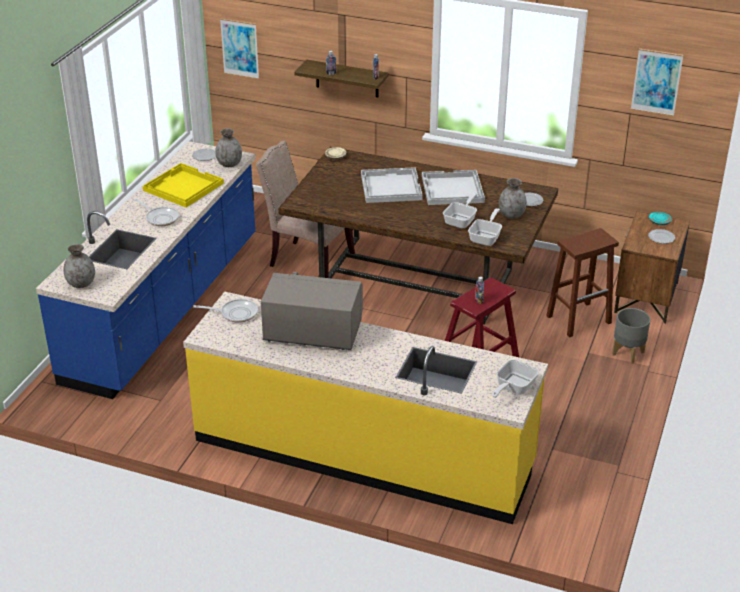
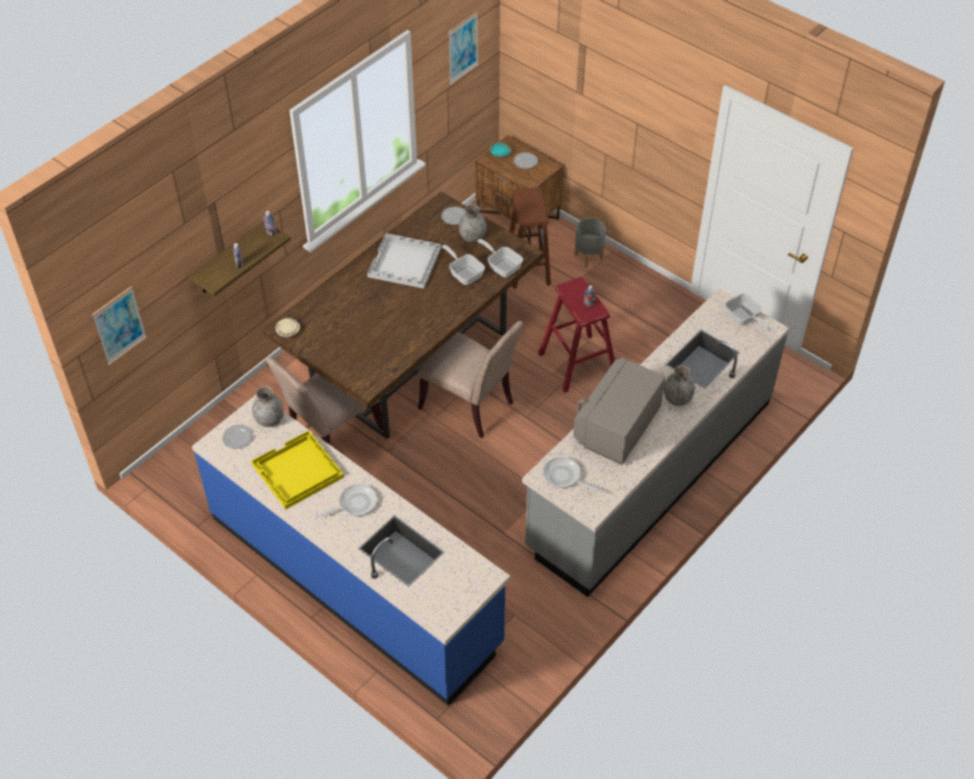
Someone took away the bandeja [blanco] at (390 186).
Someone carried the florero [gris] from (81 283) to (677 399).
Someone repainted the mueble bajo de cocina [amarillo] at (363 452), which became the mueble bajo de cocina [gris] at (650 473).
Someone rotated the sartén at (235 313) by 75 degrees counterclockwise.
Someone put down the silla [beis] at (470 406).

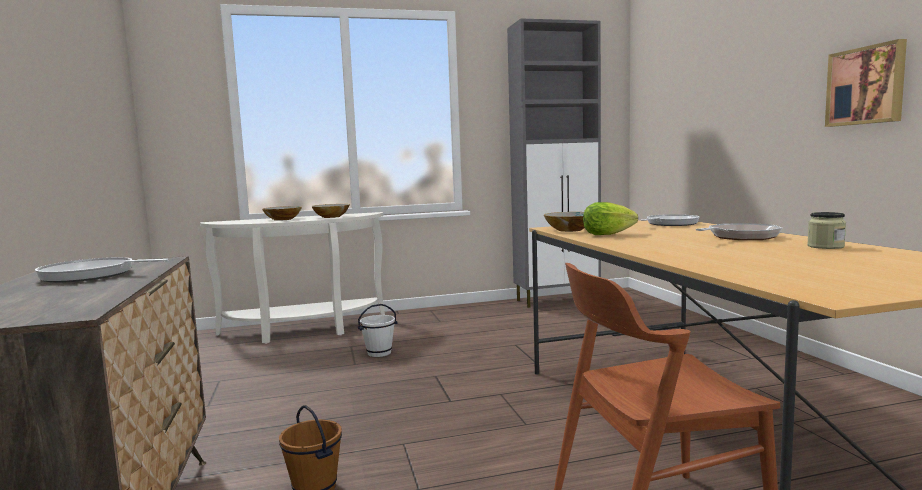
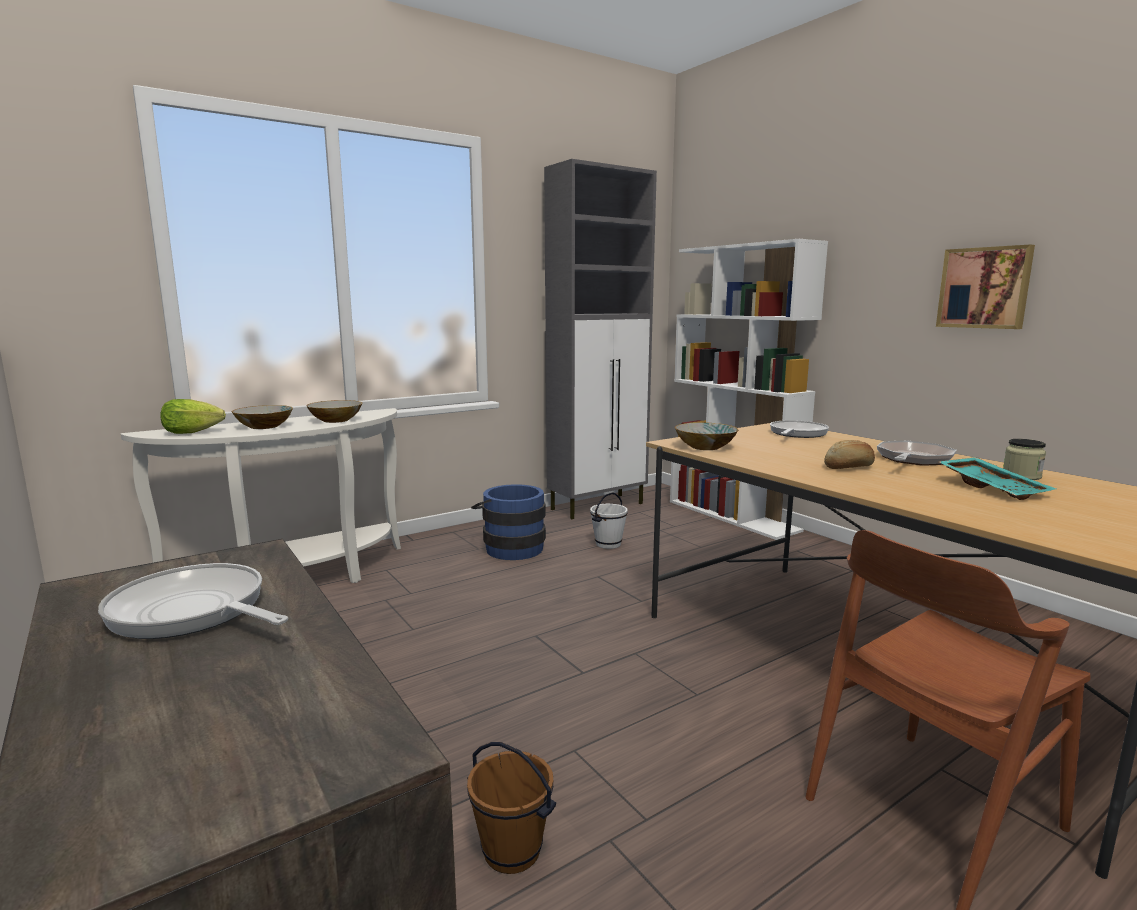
Someone carried the lechuga from (607 234) to (191 432).
Someone rotated the sartén at (92 275) by 45 degrees clockwise.
Someone carried the cubo [blanco] from (379 353) to (608 544).
Someone put down the estantería [blanco] at (733 516).
Someone put down the pan at (849 467).
Someone put down the bandeja [turquesa] at (993 488).
Someone put down the cubo [azul] at (511 547).

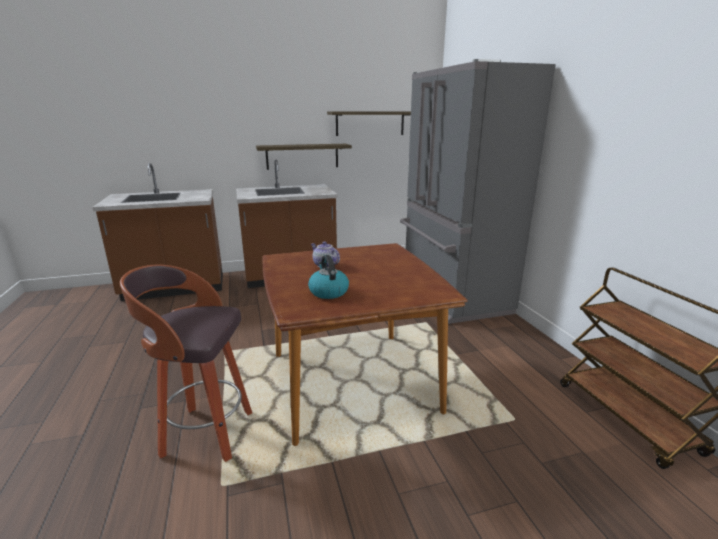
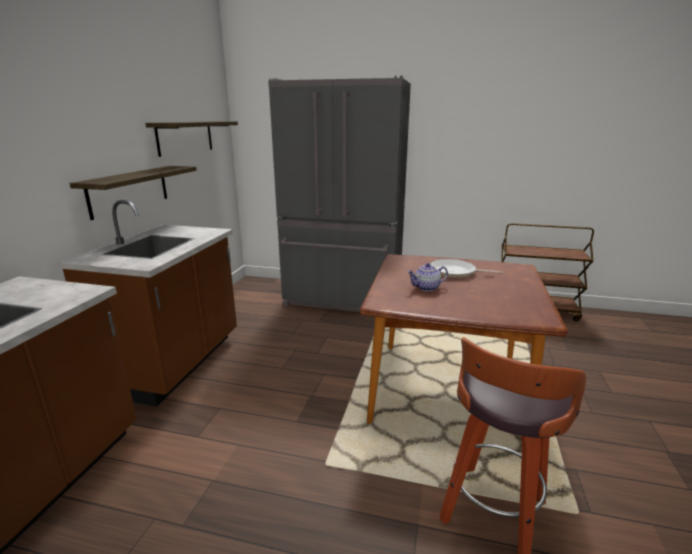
Someone took away the hervidor at (328 292).
Someone put down the sartén at (455 272).

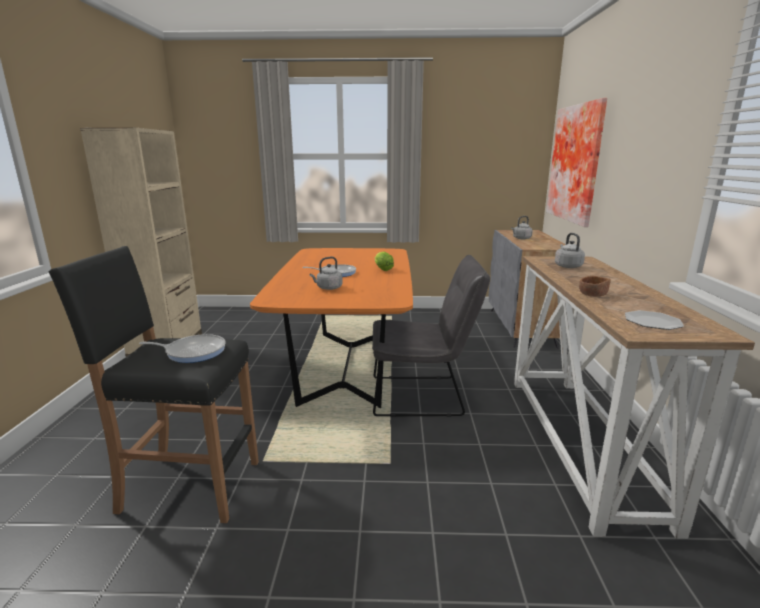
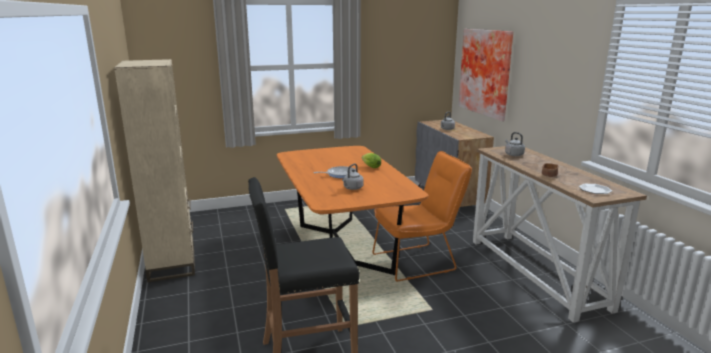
Someone repainted the silla [gris] at (423 396), which became the silla [naranja] at (418 261).
Someone took away the sartén at (193 352).

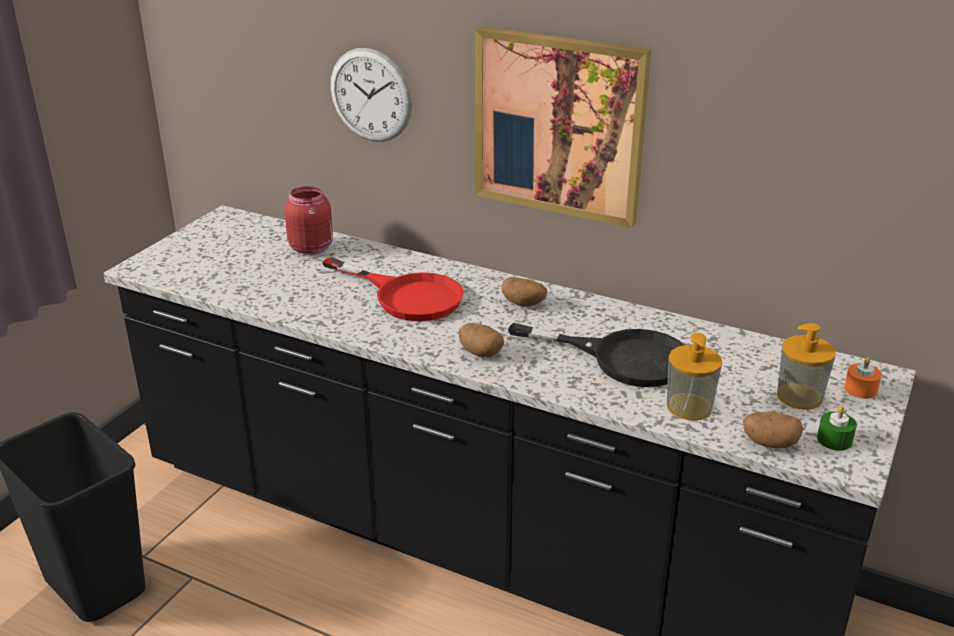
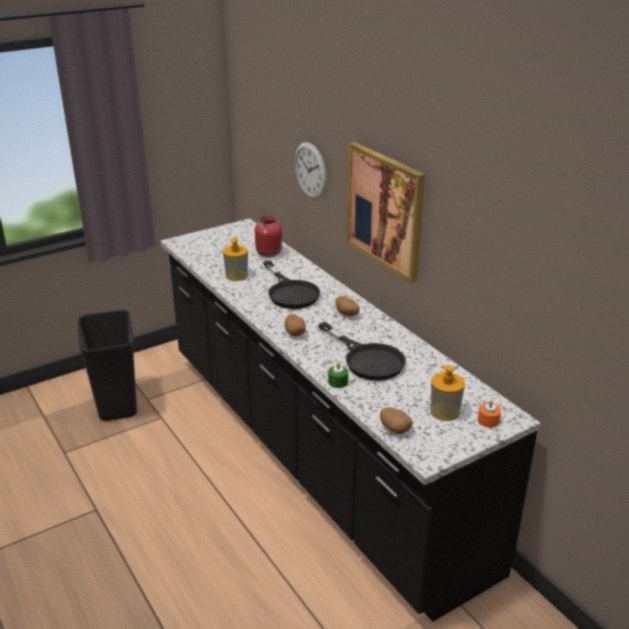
Someone repainted the sartén [rojo] at (407 296), which became the sartén [negro] at (290 292).
Someone carried the dispensador de jabón from (689 407) to (236 275).
Someone carried the vela [verde] from (834 440) to (338 382).

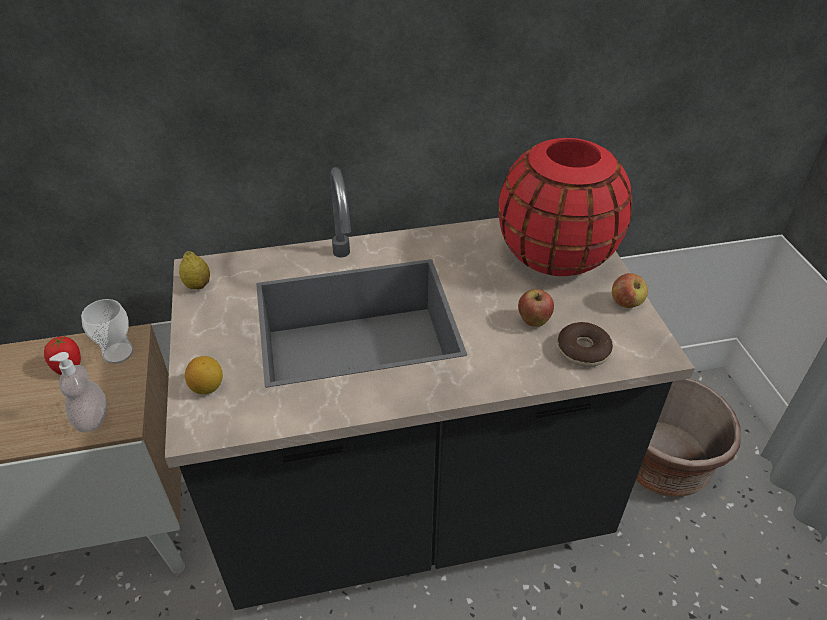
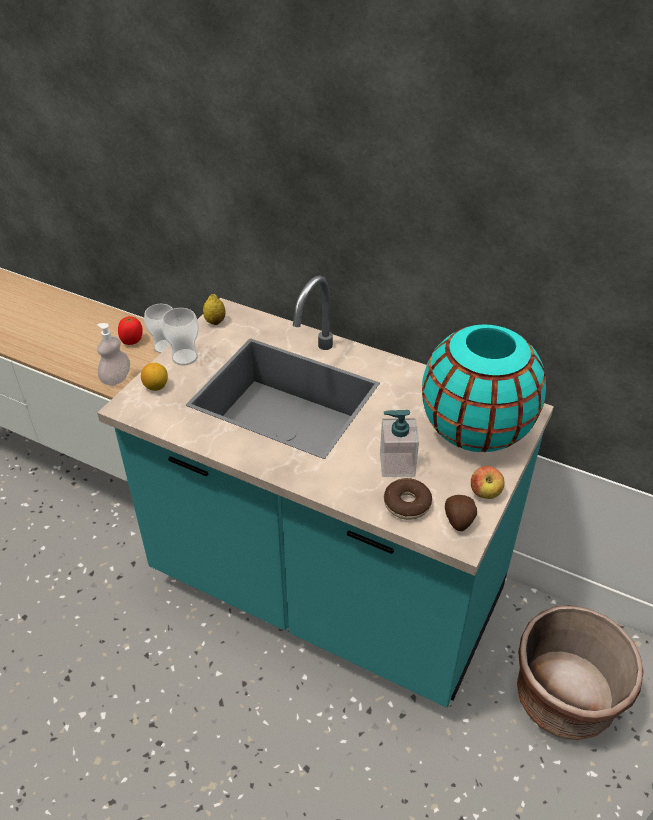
Someone repainted the florero [rojo] at (555 255), which became the florero [turquesa] at (475 429).
Someone repainted the mueble bajo de cocina [negro] at (413 508), which became the mueble bajo de cocina [turquesa] at (326 589).
Someone swapped the manzana at (533 322) for the dispensador de jabón at (397 465).
Someone put down the taza at (185 357).
Someone put down the patata at (458 521).

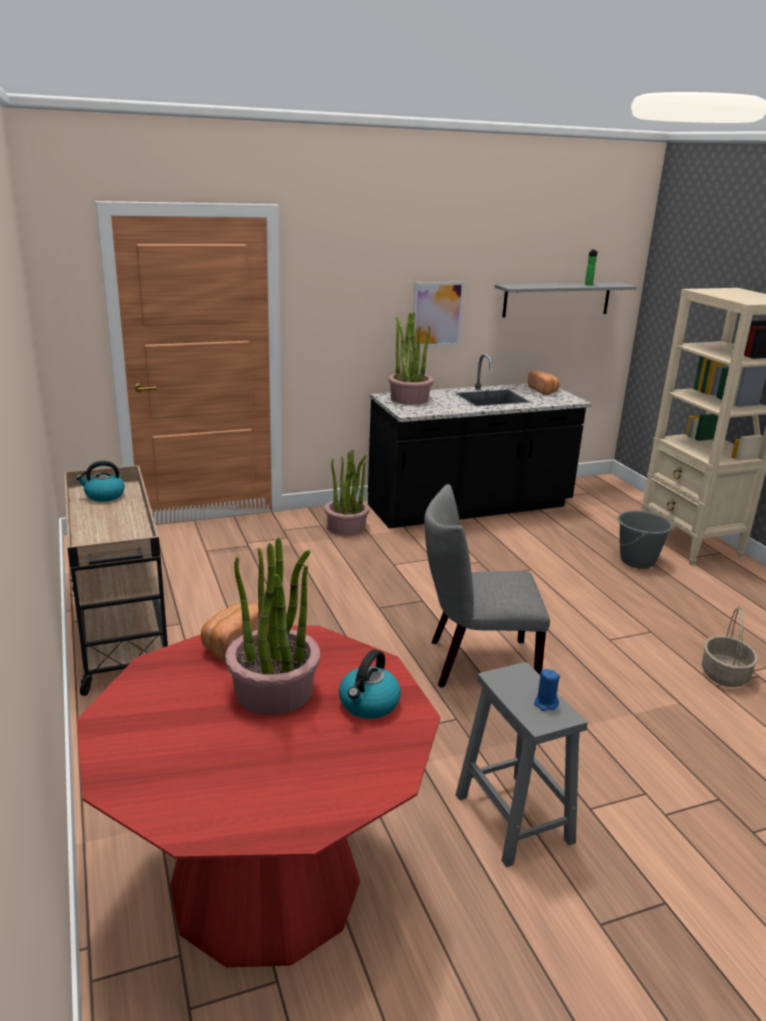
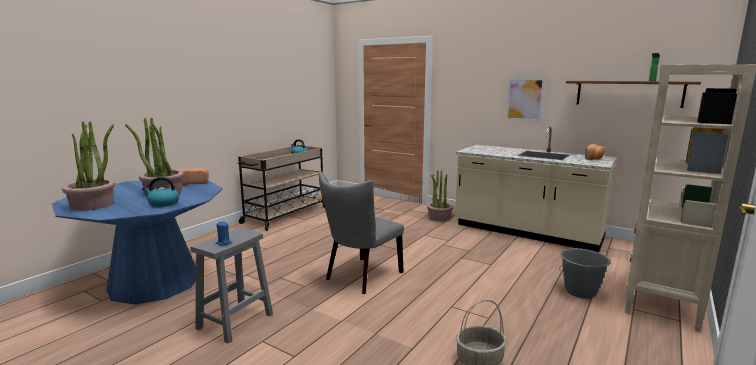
Someone repainted the estante [gris] at (557 299), which became the estante [marrón] at (628 93).
Someone carried the planta en maceta from (409 399) to (93 204).
Someone repainted the mueble bajo de cocina [negro] at (470 508), which became the mueble bajo de cocina [beis] at (526 232).
Someone rotated the silla [gris] at (475 664) by 105 degrees counterclockwise.
Someone repainted the mesa de comedor [rojo] at (265 883), which became the mesa de comedor [azul] at (154 282).

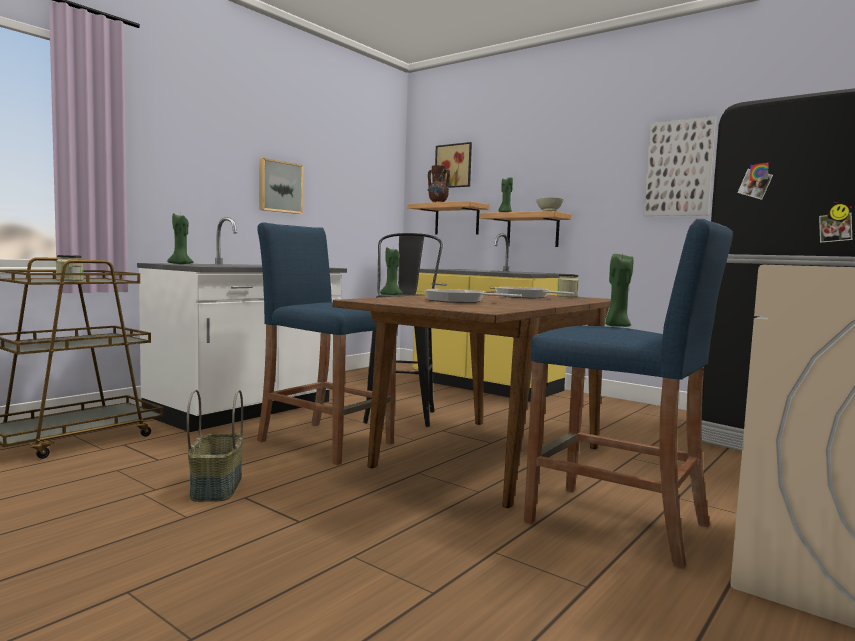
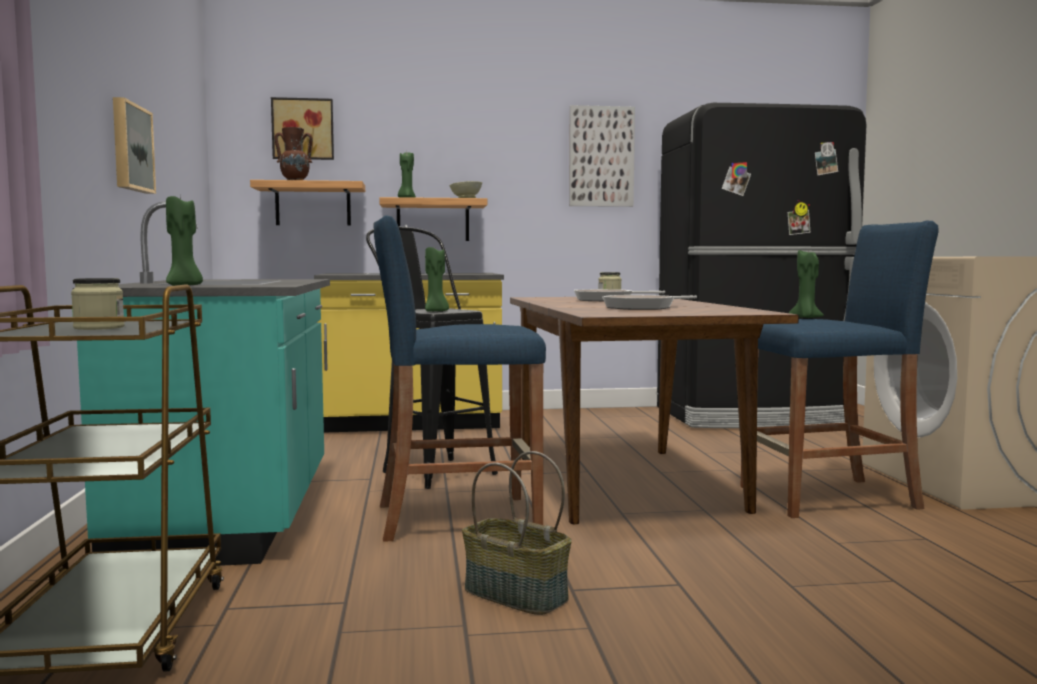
Someone repainted the mueble bajo de cocina [blanco] at (247 409), which became the mueble bajo de cocina [turquesa] at (233 517).

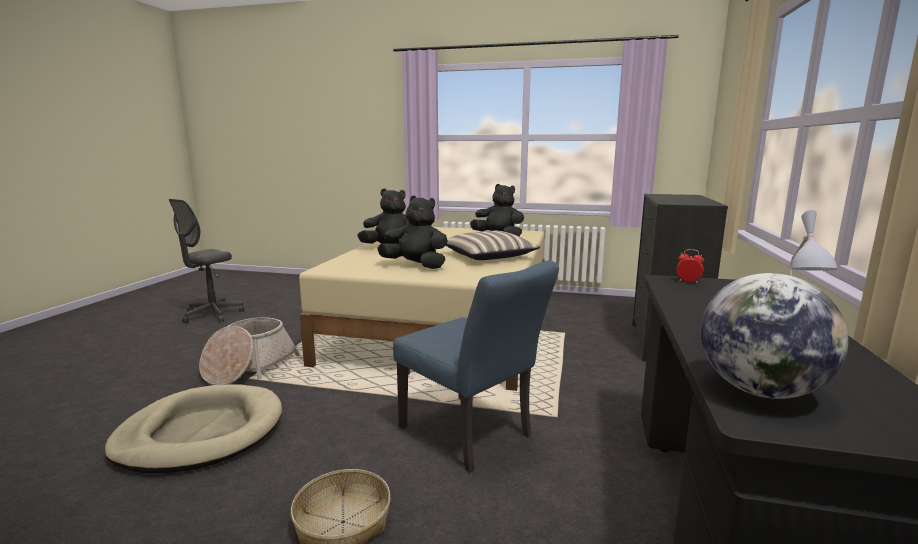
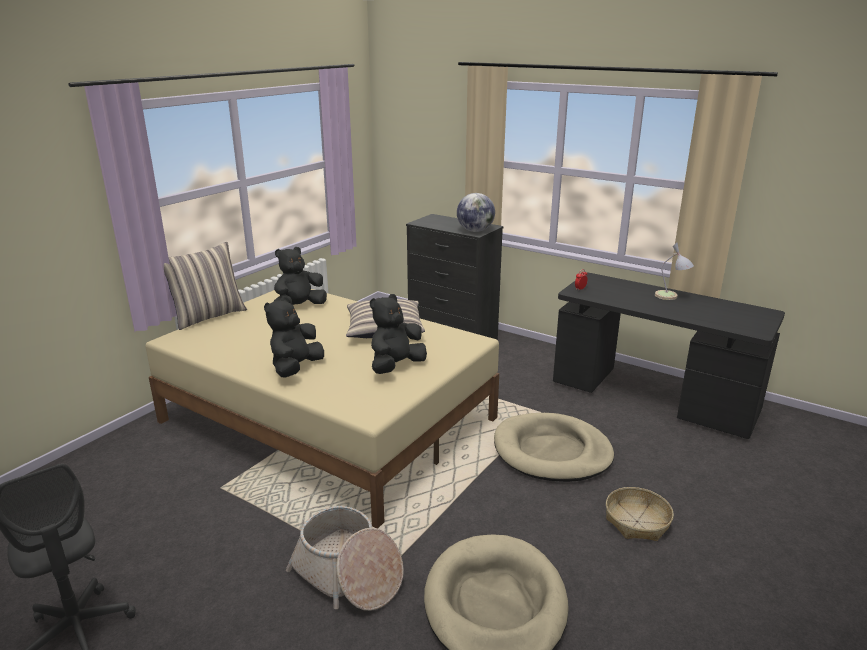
Someone swapped the silla [azul] at (471 435) for the cama para perro [beis] at (552 452).
Someone carried the globo terráqueo from (759 390) to (475 231).
Someone put down the cojín at (208 316).

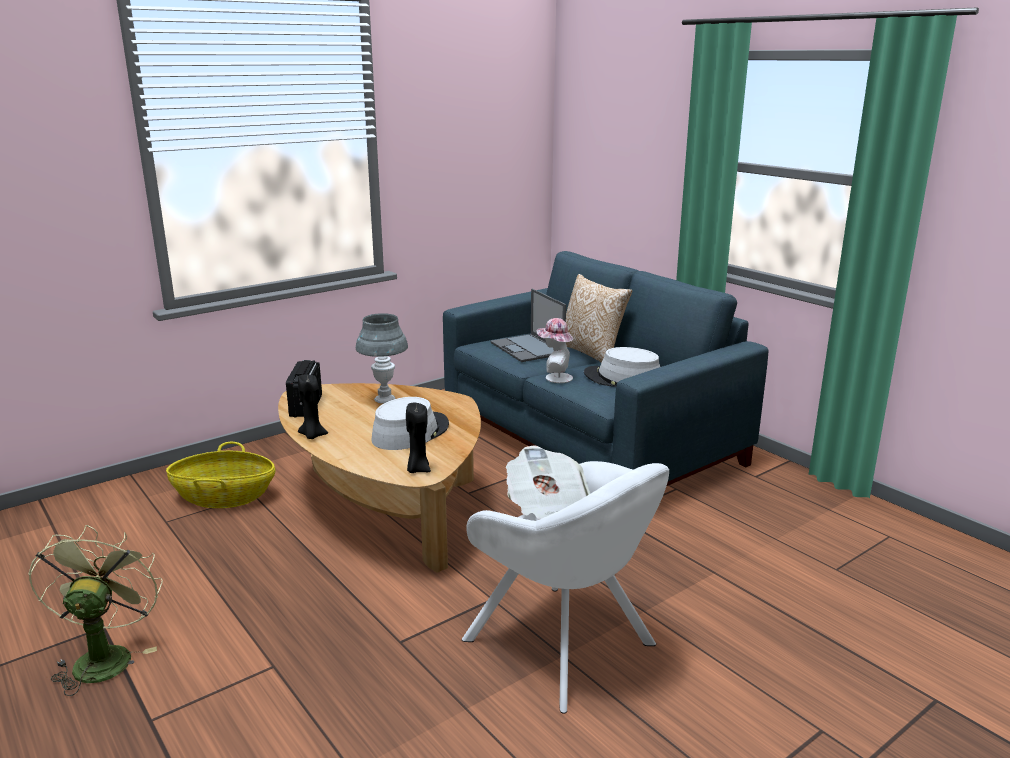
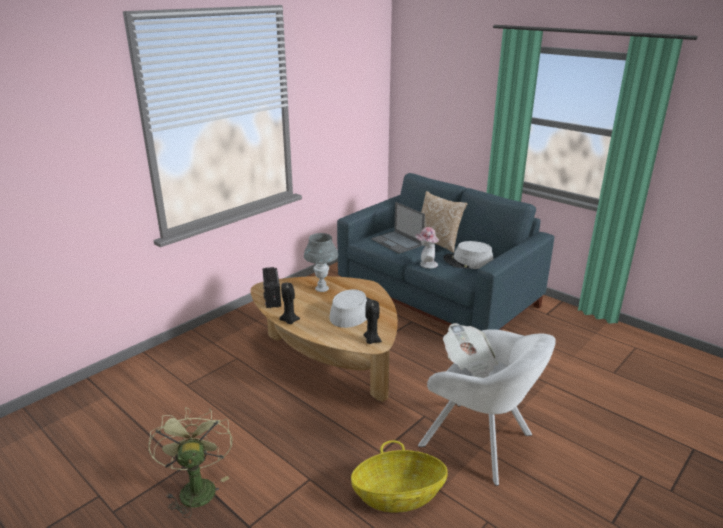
Someone carried the cesta from (225 497) to (398 495).

